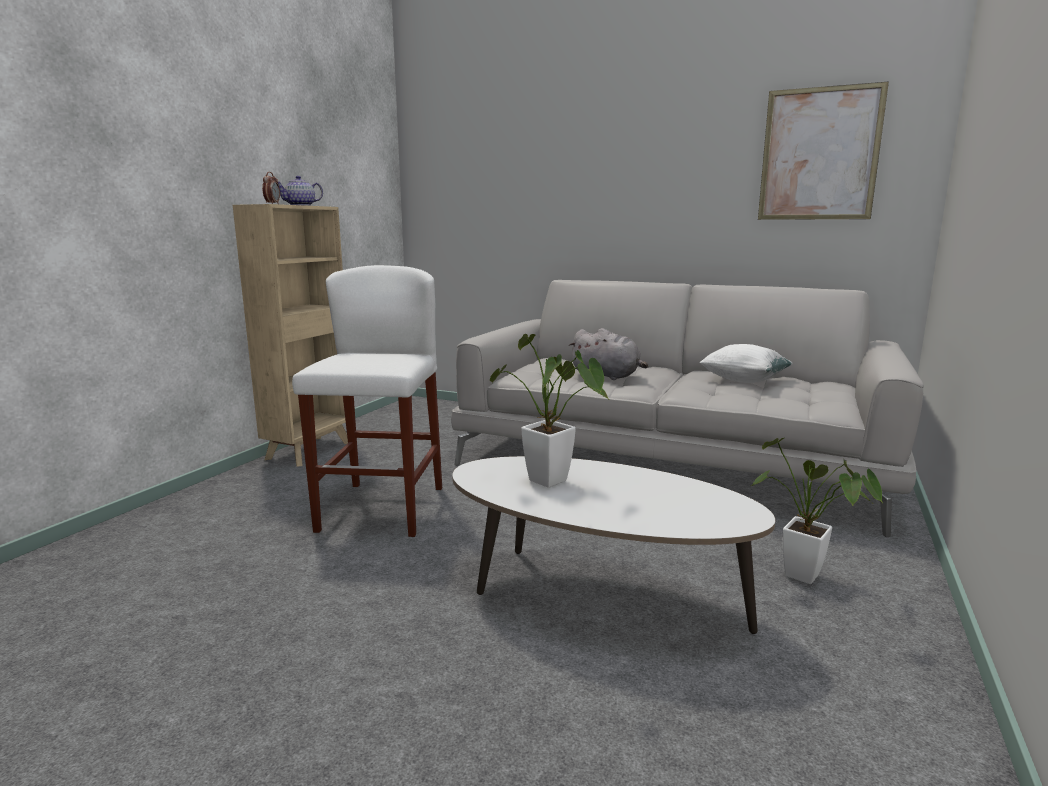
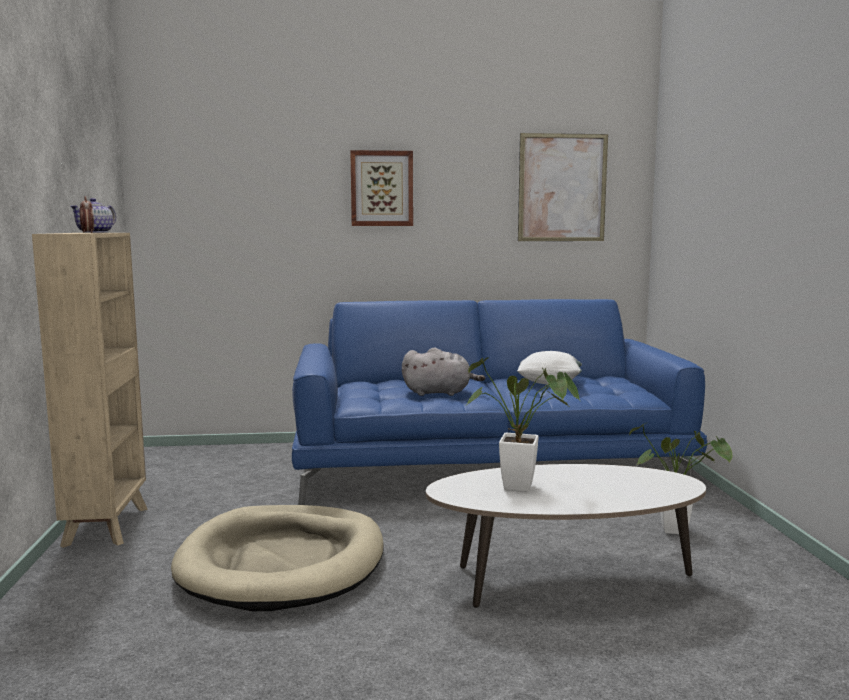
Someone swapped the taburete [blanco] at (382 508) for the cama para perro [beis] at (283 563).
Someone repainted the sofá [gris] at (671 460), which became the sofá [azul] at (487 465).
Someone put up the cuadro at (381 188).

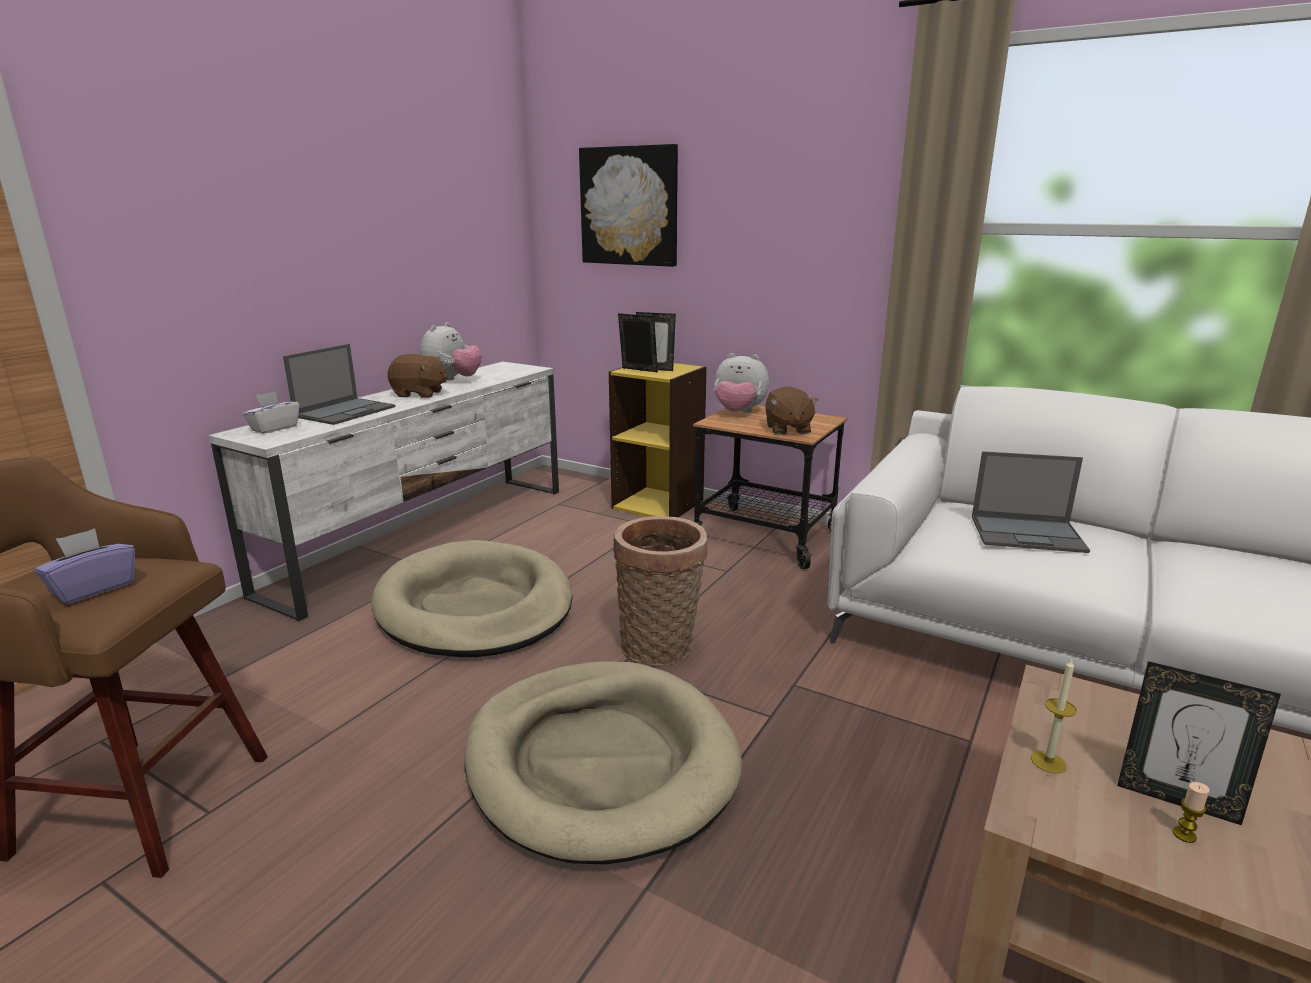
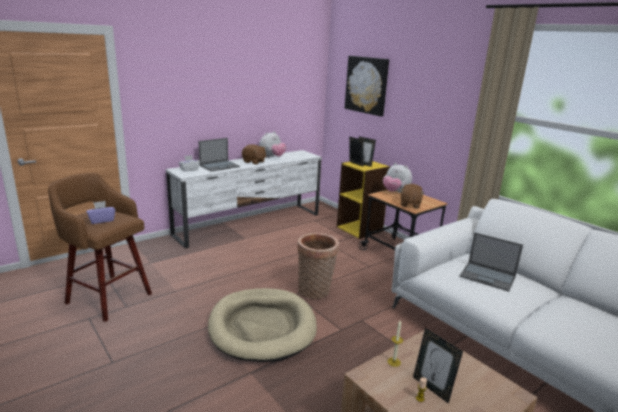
Someone took away the cama para perro [beis] at (475 606).

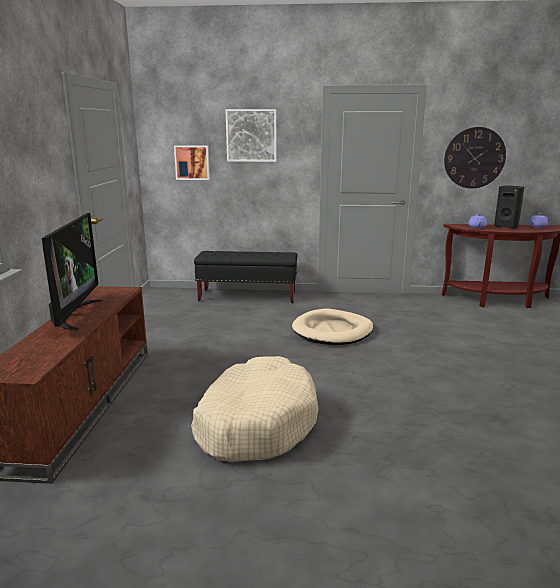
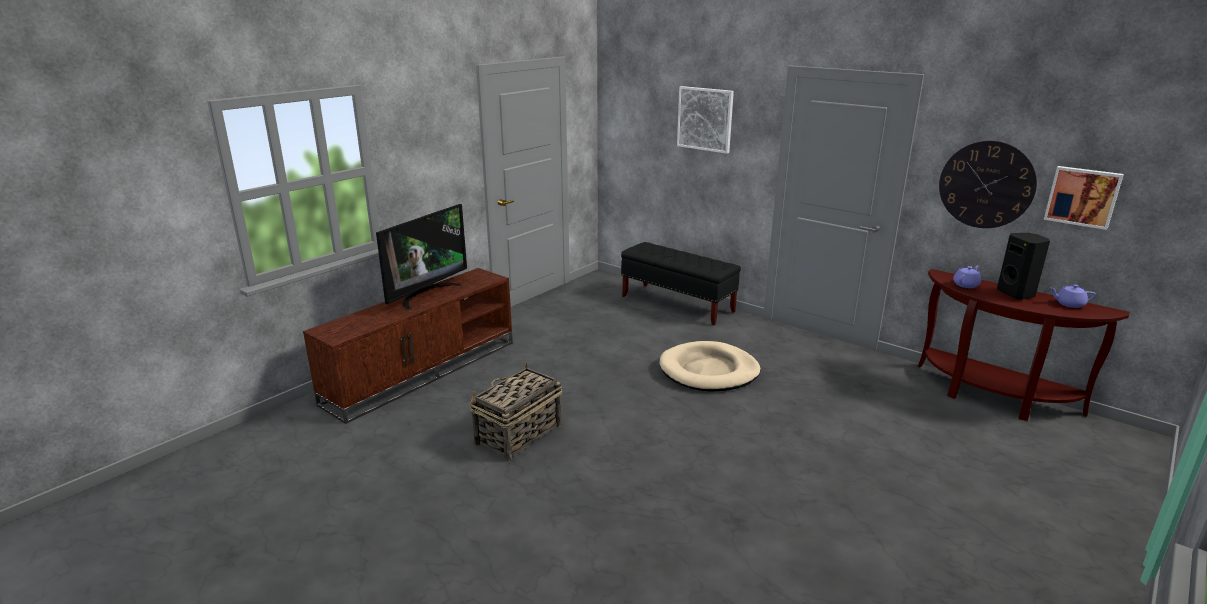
Someone carried the cuadro from (192 162) to (1082 196).
Someone swapped the cama para perro [beis] at (256 423) for the cesta at (518 435).

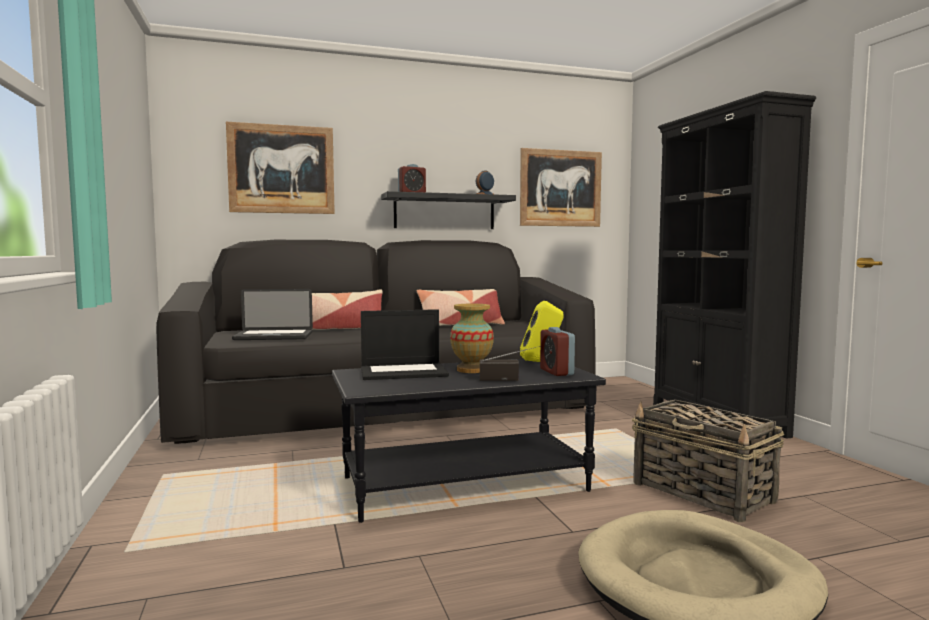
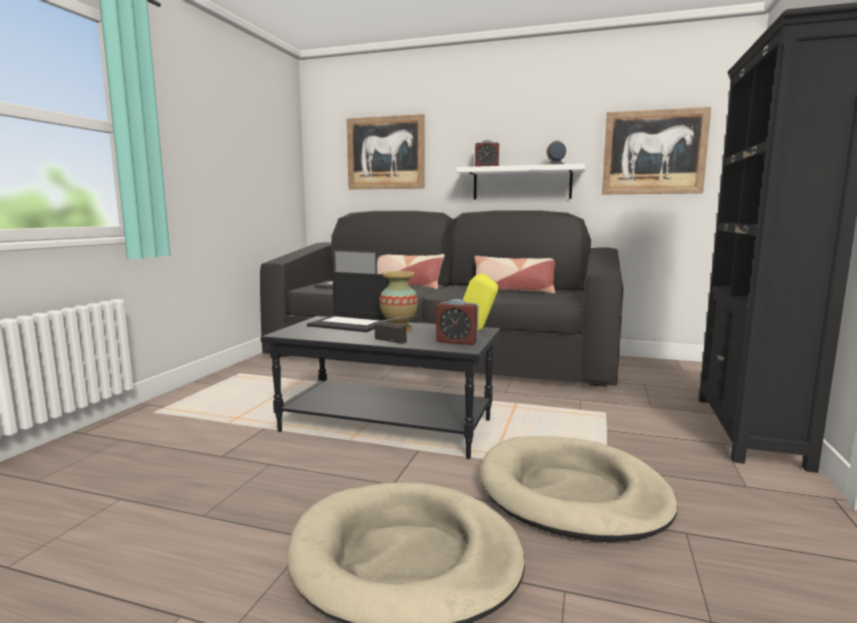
Someone repainted the estante [negro] at (444 212), which became the estante [blanco] at (521 183).
Someone rotated the despertador at (556 372) by 90 degrees counterclockwise.
Someone swapped the cesta at (703 493) for the cama para perro [beis] at (572 493).

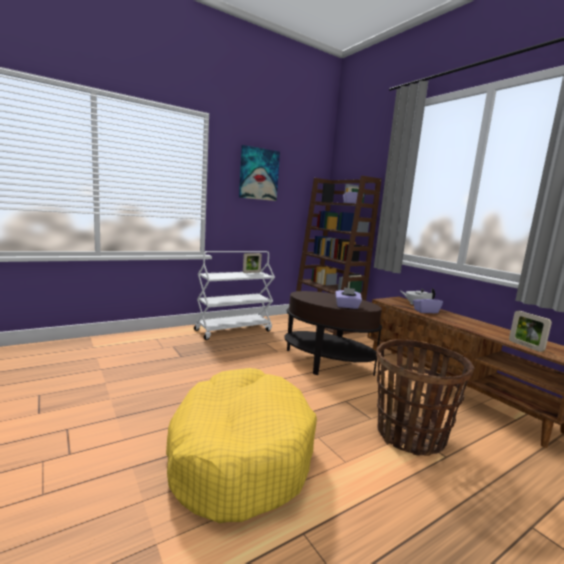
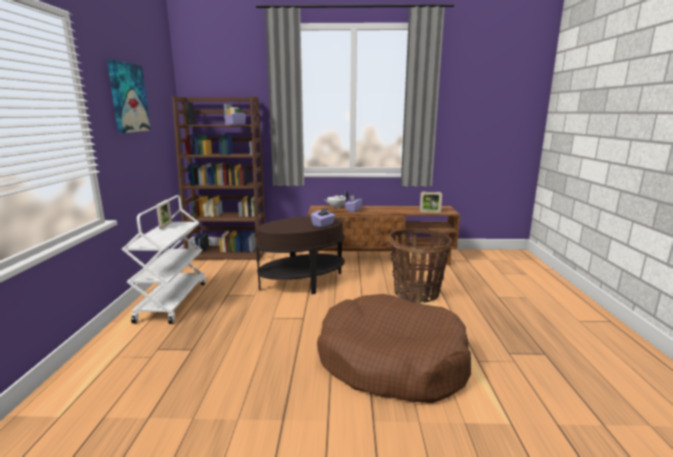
Someone repainted the cama para perro [amarillo] at (239 453), which became the cama para perro [marrón] at (391 361).

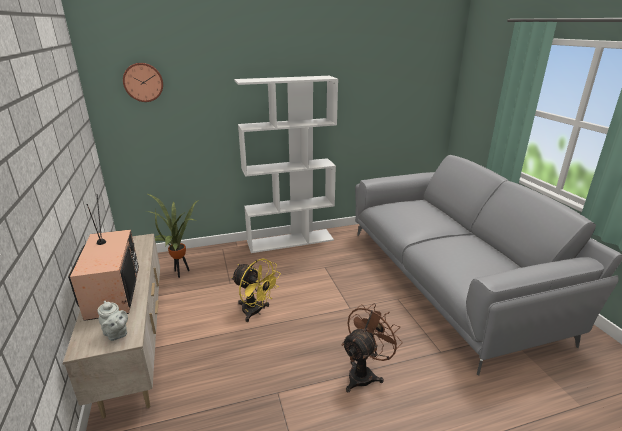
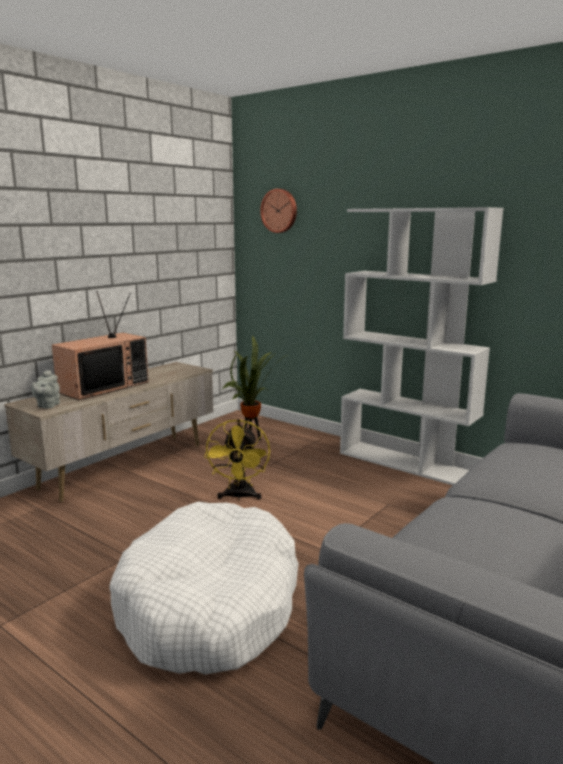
Someone swapped the ventilador [marrón] at (364 373) for the cama para perro [blanco] at (210 606).

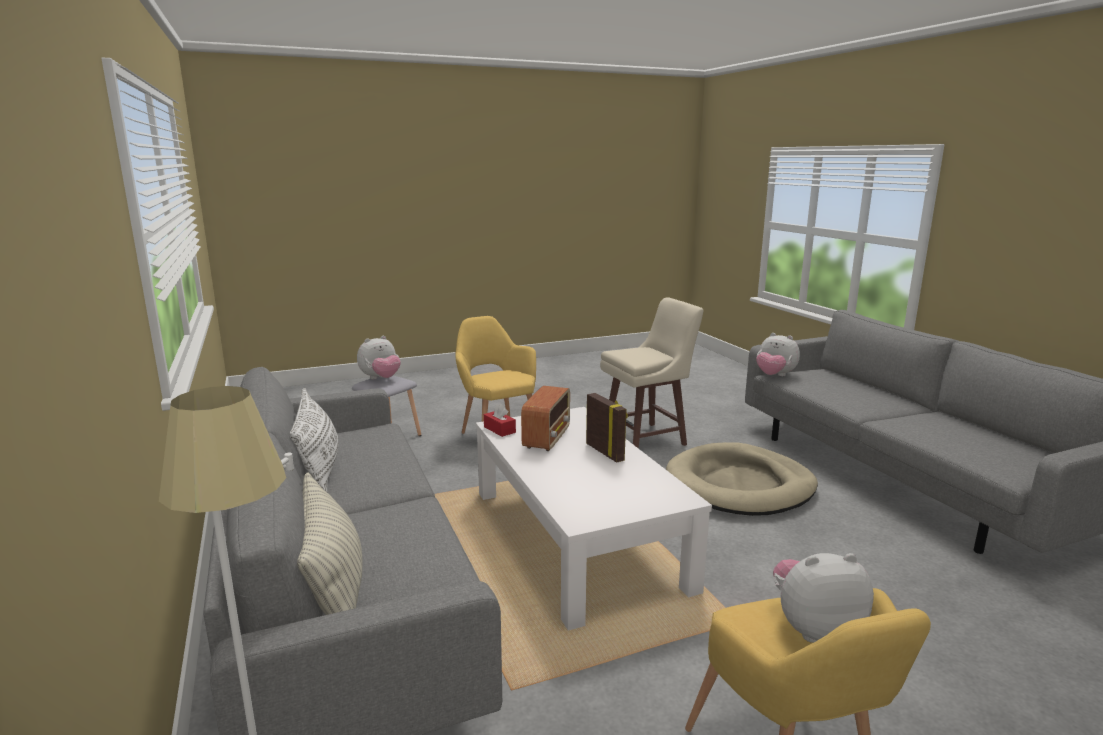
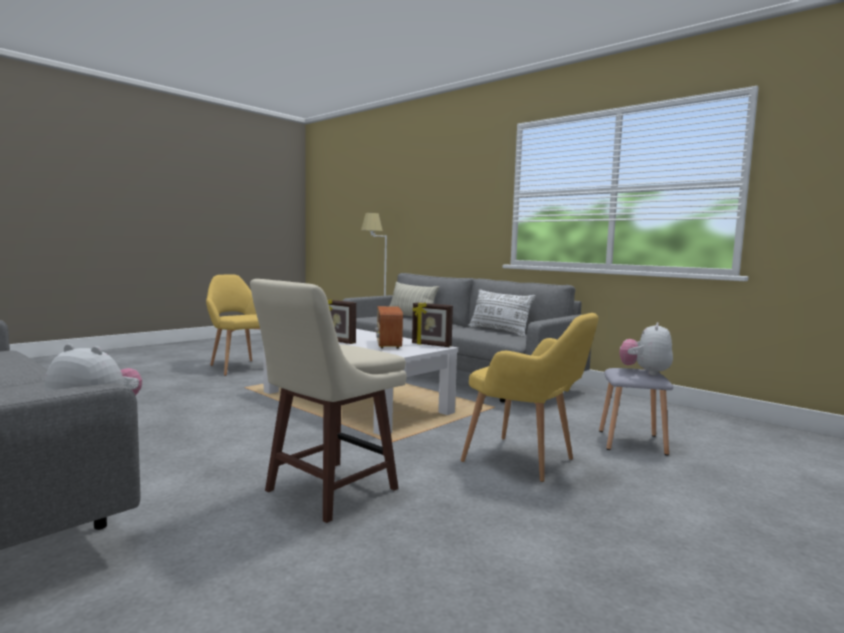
Someone swapped the caja de pañuelos [rojo] at (499 429) for the portarretratos at (431 345).
Someone took away the cama para perro [beis] at (740 485).
Someone took away the peluche at (814 628).

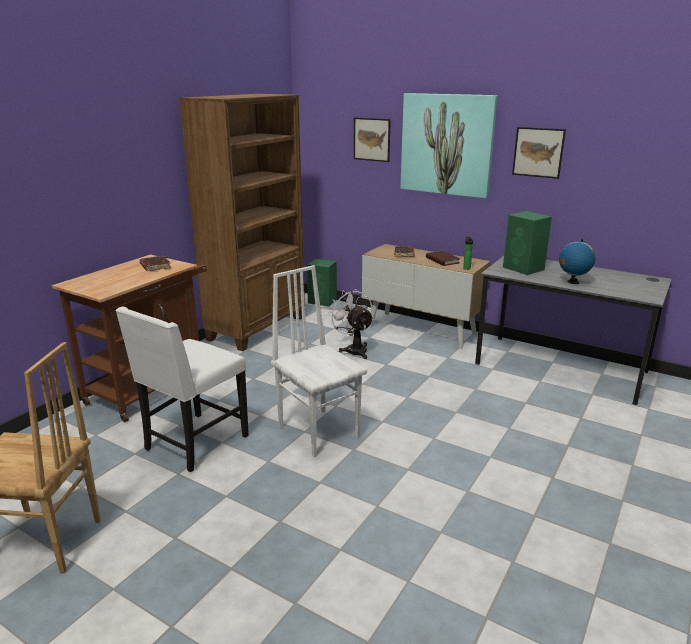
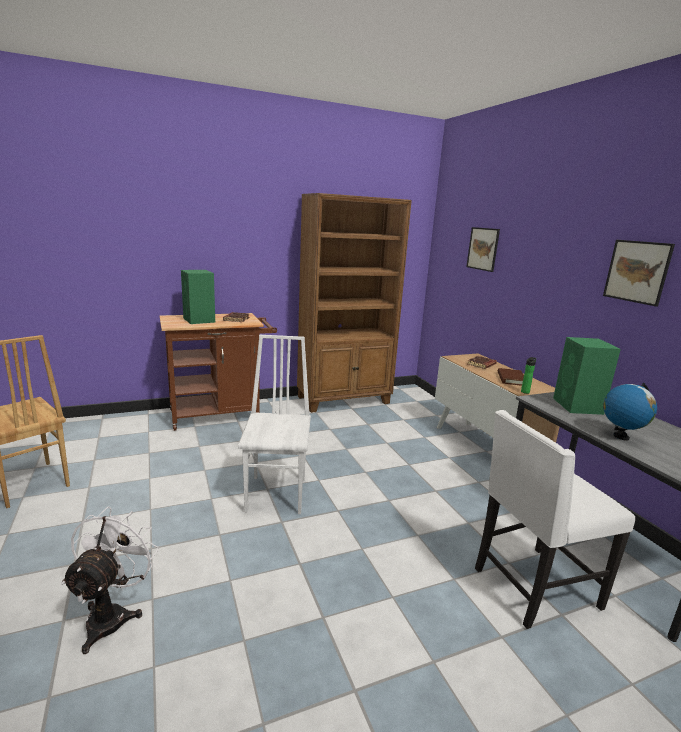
Someone took away the cuadro at (447 144).
Someone carried the altavoz [verde] from (323 301) to (199 320).
Someone carried the ventilador [blanco] from (354 349) to (112 615).
Someone carried the silla [blanco] from (194 443) to (532 588).

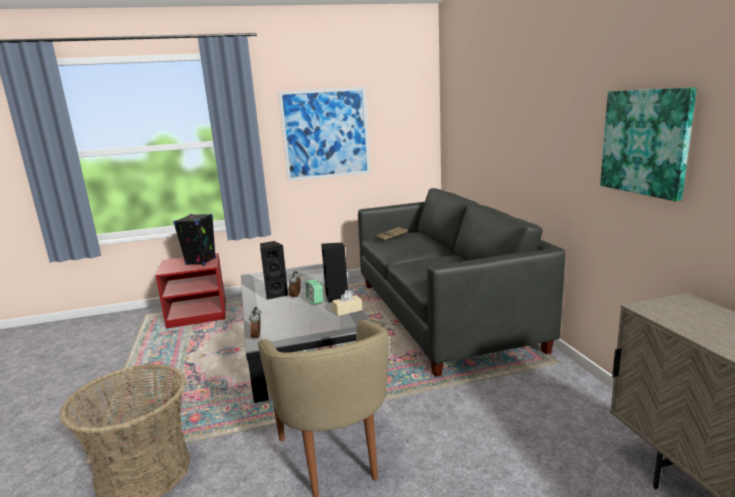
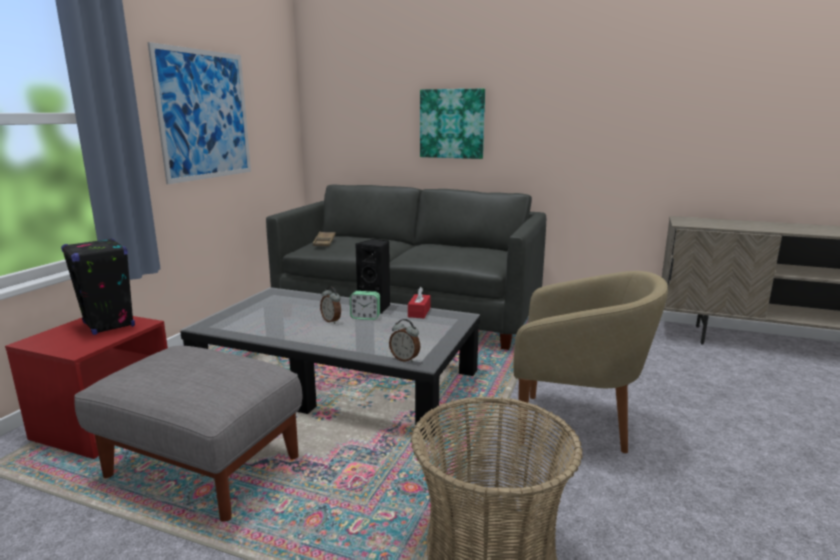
Someone carried the cuadro from (645 142) to (452 124).
Someone took away the altavoz [negro] at (275 294).
Someone repainted the caja de pañuelos [beis] at (347 310), which became the caja de pañuelos [rojo] at (419 312).
Someone put down the puf [gris] at (202 467).

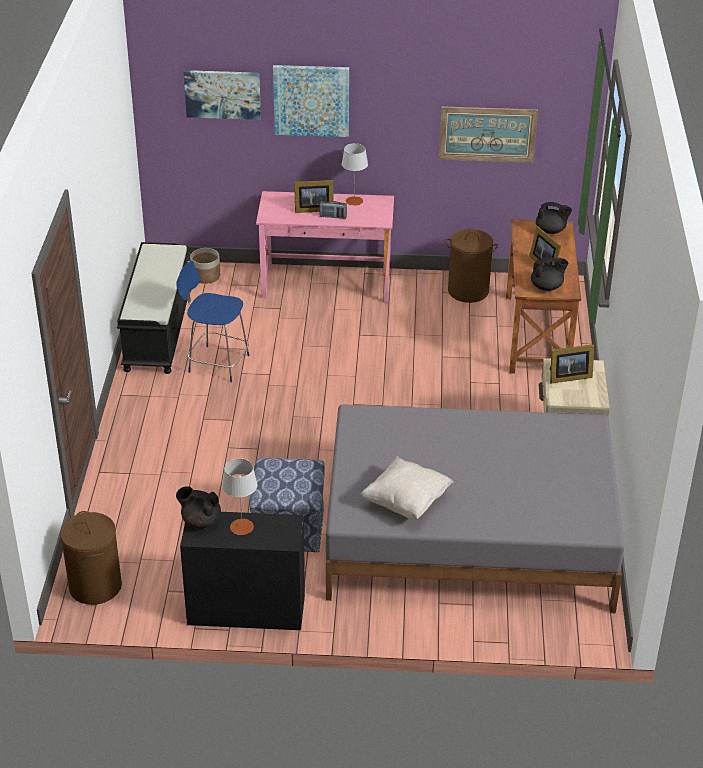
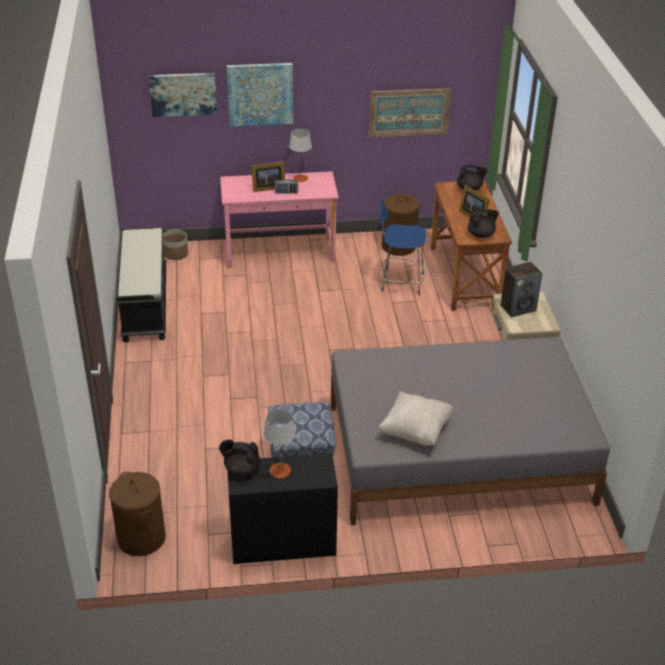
Someone carried the silla [azul] from (216 363) to (400 282).
Someone swapped the portarretratos at (568 377) for the altavoz at (518 308).

